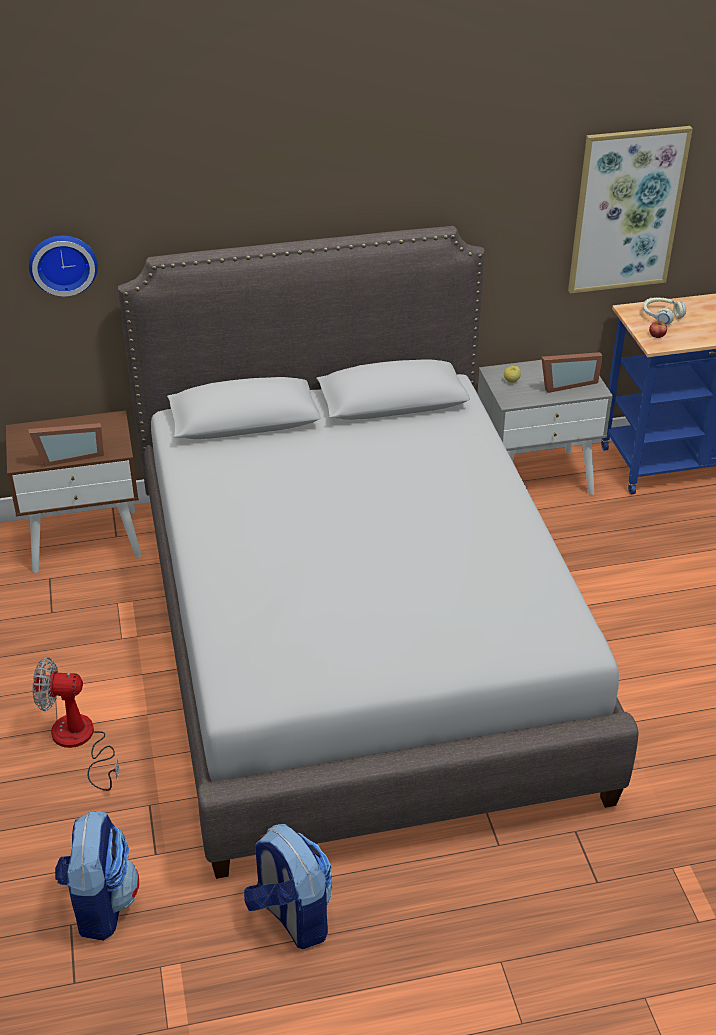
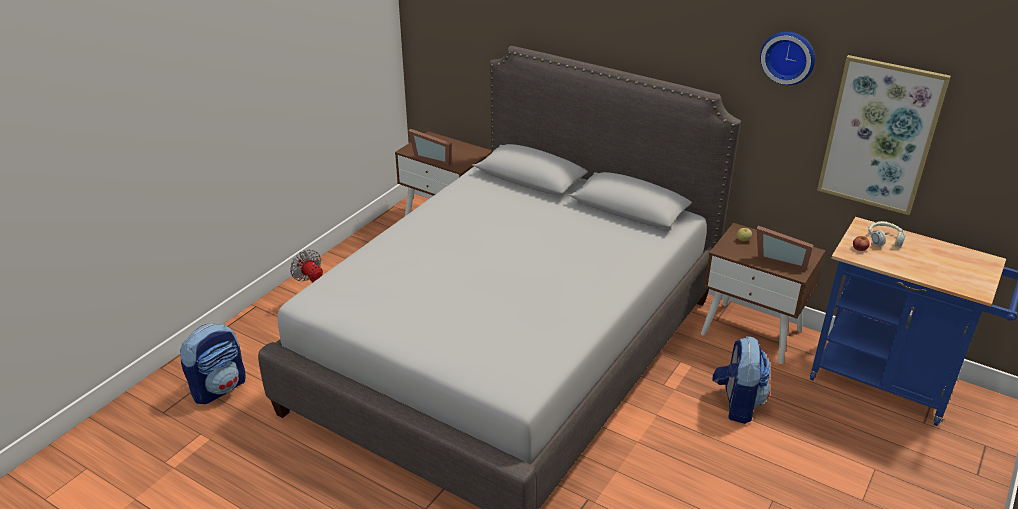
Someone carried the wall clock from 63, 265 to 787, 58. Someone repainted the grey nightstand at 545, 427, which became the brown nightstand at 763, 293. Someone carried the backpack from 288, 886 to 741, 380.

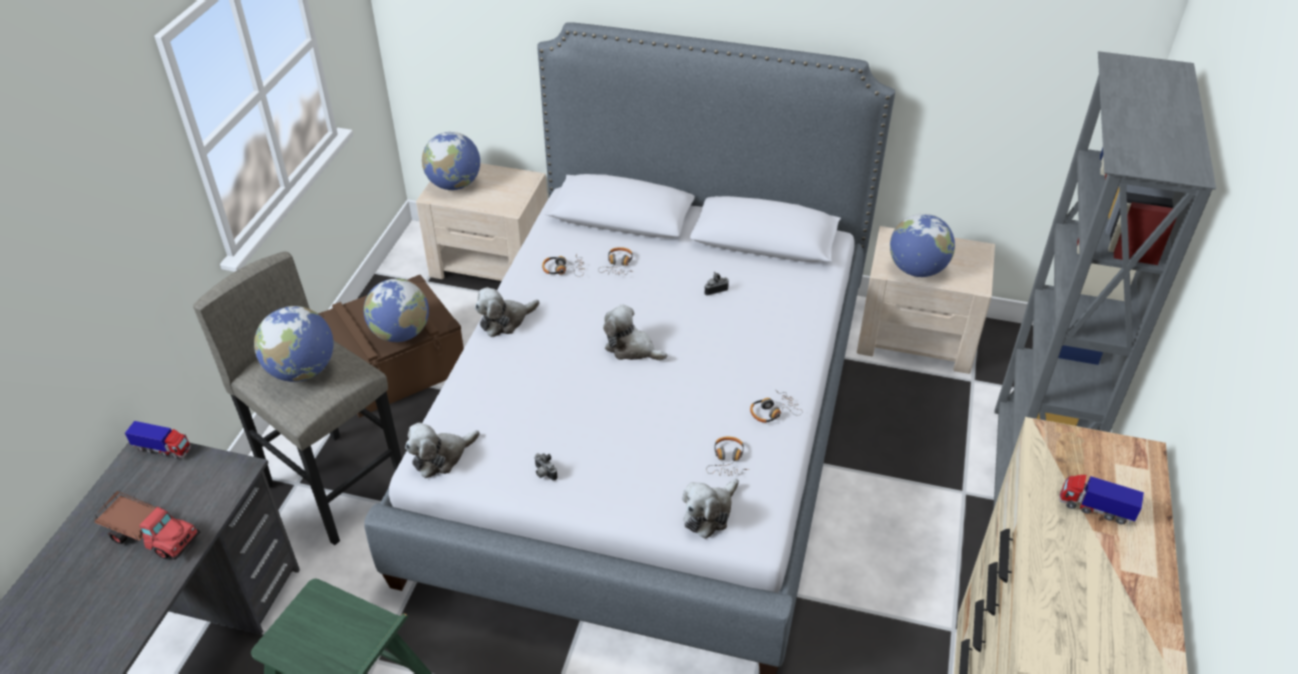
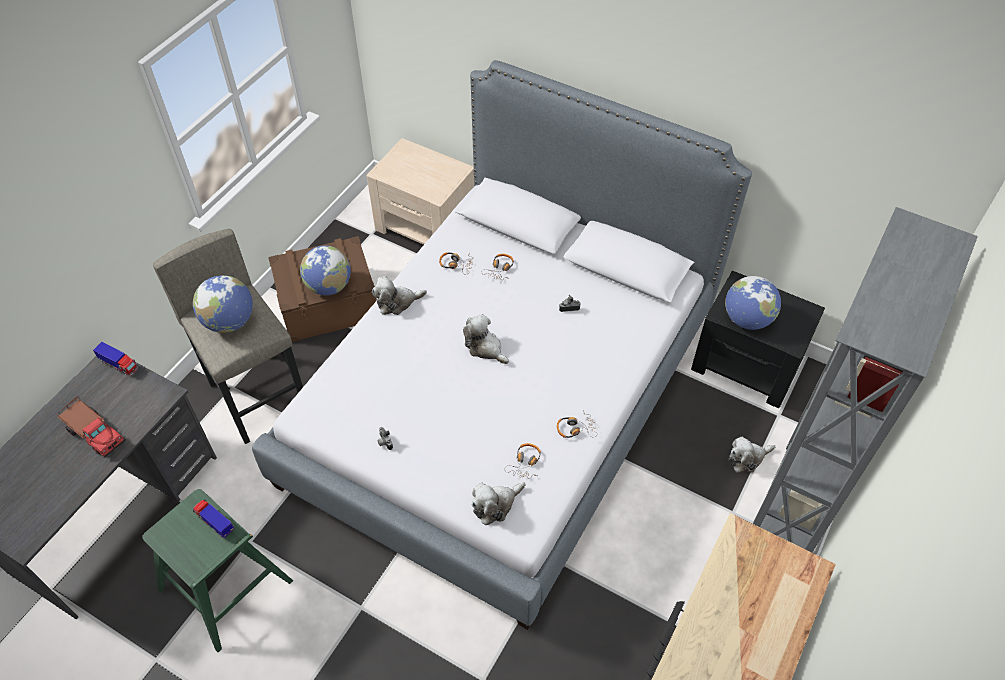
Someone took away the globe at 451, 161. Someone repainted the beige nightstand at 926, 300, which became the black nightstand at 758, 339. Someone carried the plush toy from 442, 450 to 751, 455. Someone carried the toy truck from 1101, 499 to 214, 519.

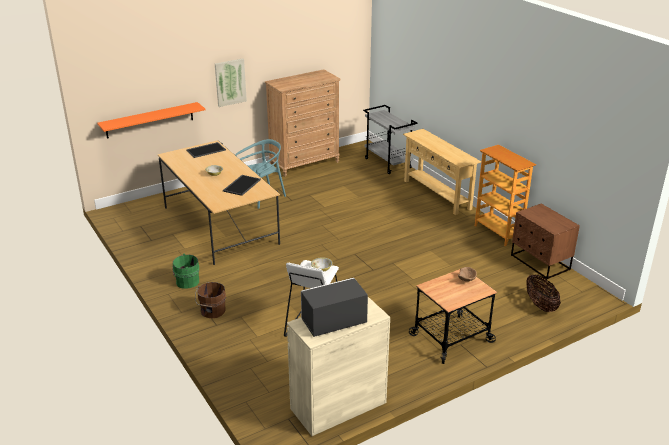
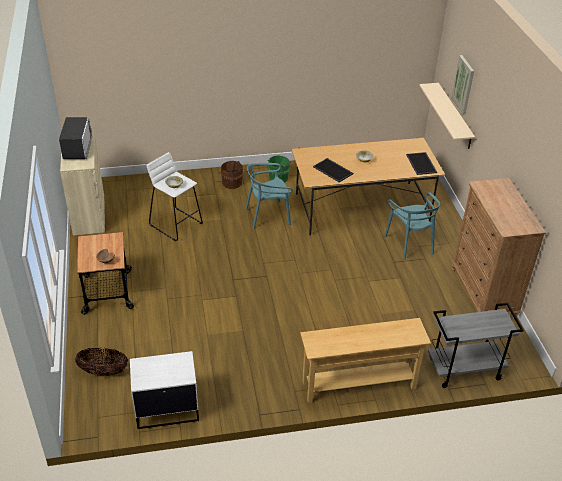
Someone carried the picture from 231, 83 to 462, 85. Someone repainted the orange shelf at 151, 120, which became the beige shelf at 447, 116. Someone took away the bookcase at 506, 195. Someone repainted the brown nightstand at 545, 242, which became the white nightstand at 164, 390. Someone put down the turquoise chair at 269, 195.

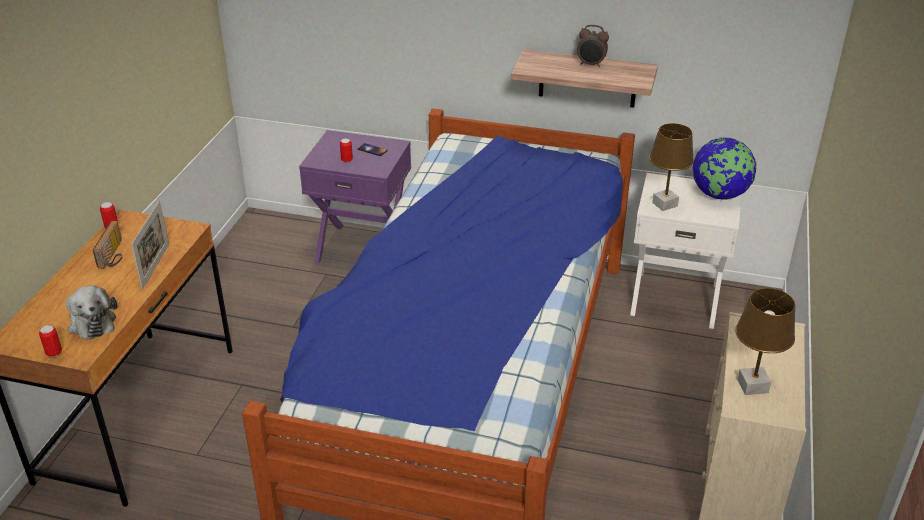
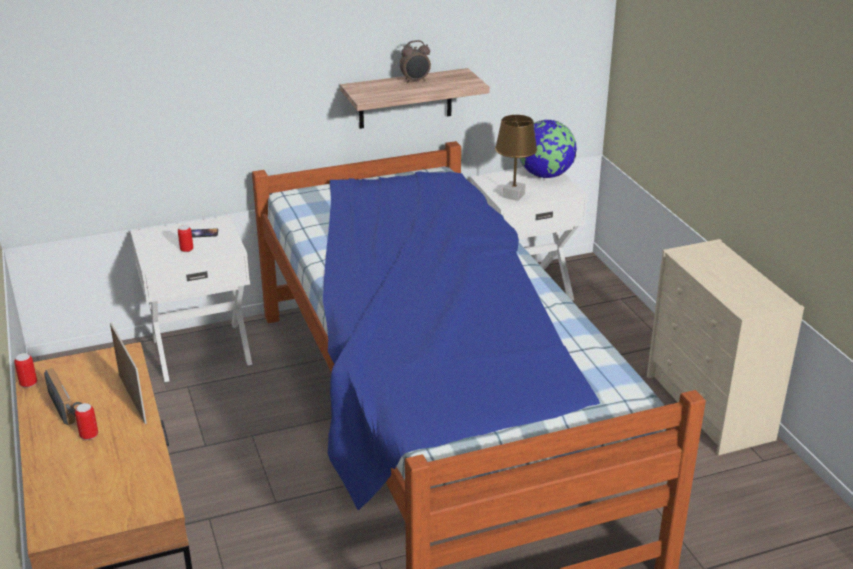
Someone repainted the purple nightstand at 355, 197, which became the white nightstand at 191, 298. Someone took away the plush toy at 91, 312. Someone took away the brown table lamp at 765, 341. Someone carried the can from 50, 341 to 86, 421.

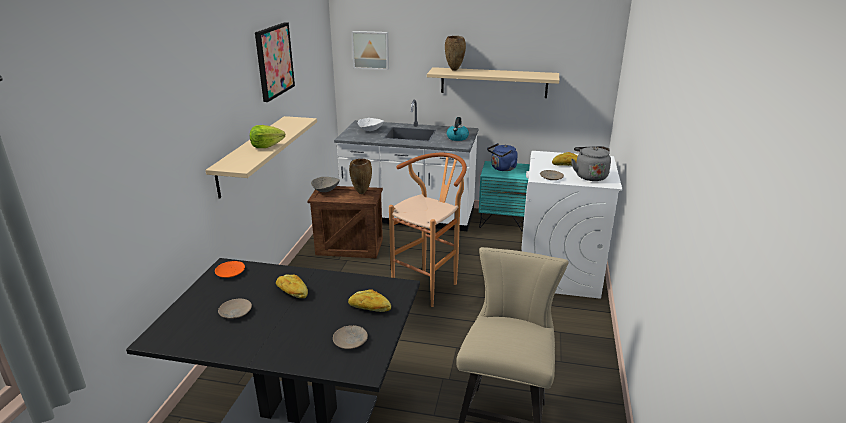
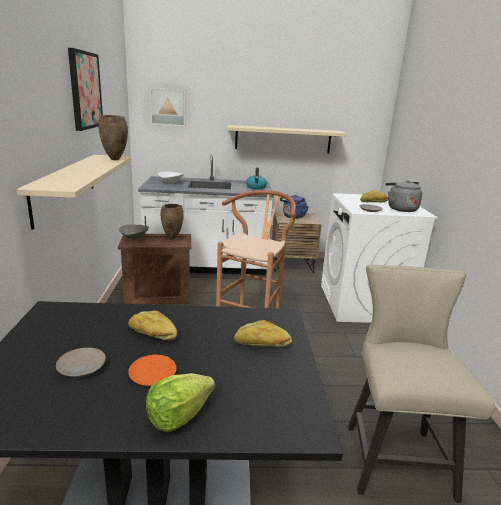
Someone carried the brown vase from 455, 53 to 113, 137. Someone carried the lettuce from 267, 136 to 180, 403. Someone repainted the turquoise nightstand at 504, 196, which became the brown nightstand at 297, 242. Someone carried the orange plate from 230, 269 to 152, 370. Someone took away the beige plate at 350, 337.

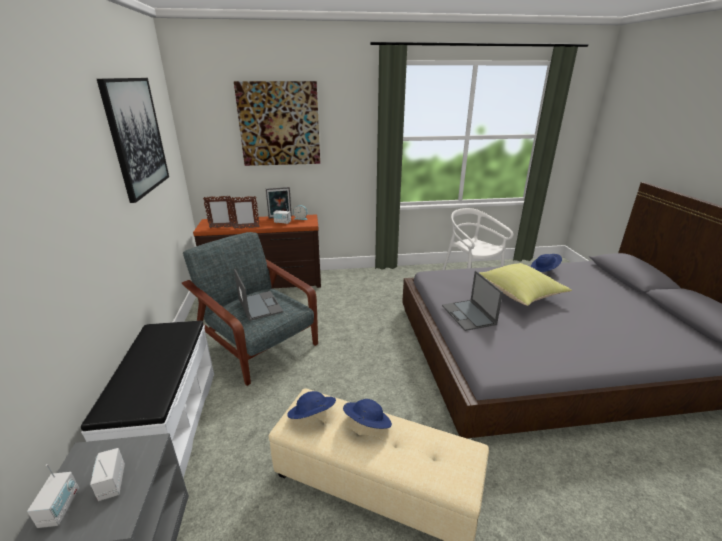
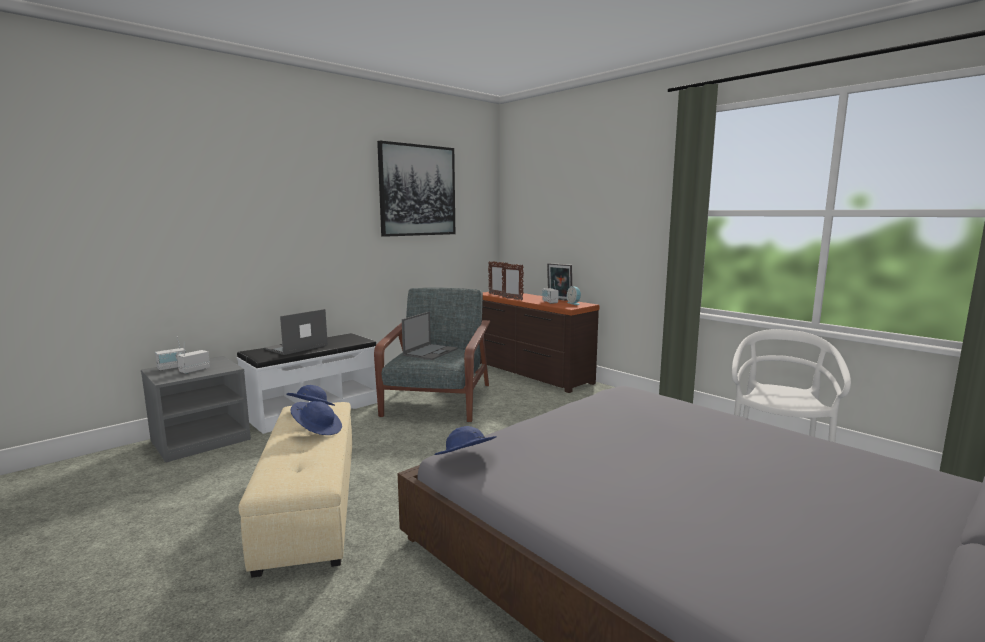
Someone took away the picture at 277, 123. Someone carried the blue hat from 546, 263 to 465, 440. Someone took away the yellow pillow at 526, 284. Someone carried the laptop from 472, 301 to 296, 332.

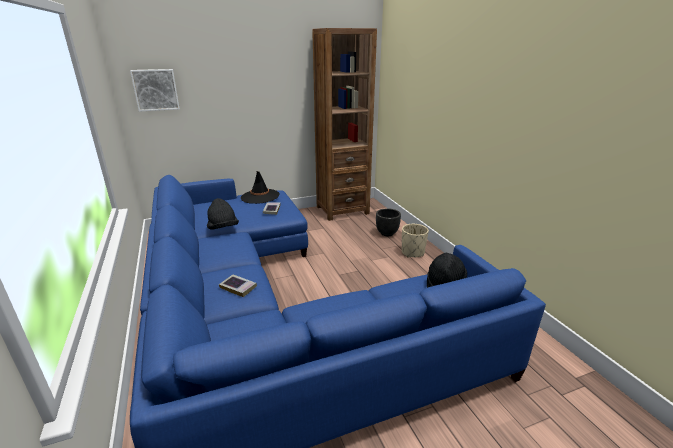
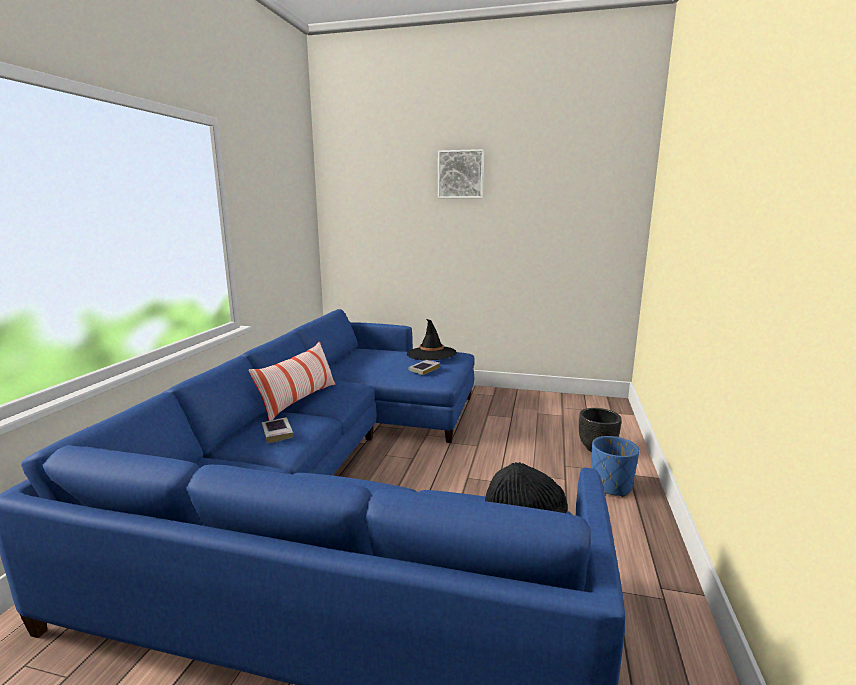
Someone took away the brown bookcase at 344, 124. Someone carried the picture from 155, 90 to 461, 173. Someone took away the black hat at 223, 214. Someone repainted the beige planter at 415, 240, which became the blue planter at 615, 466. Someone put down the pillow at 292, 381.

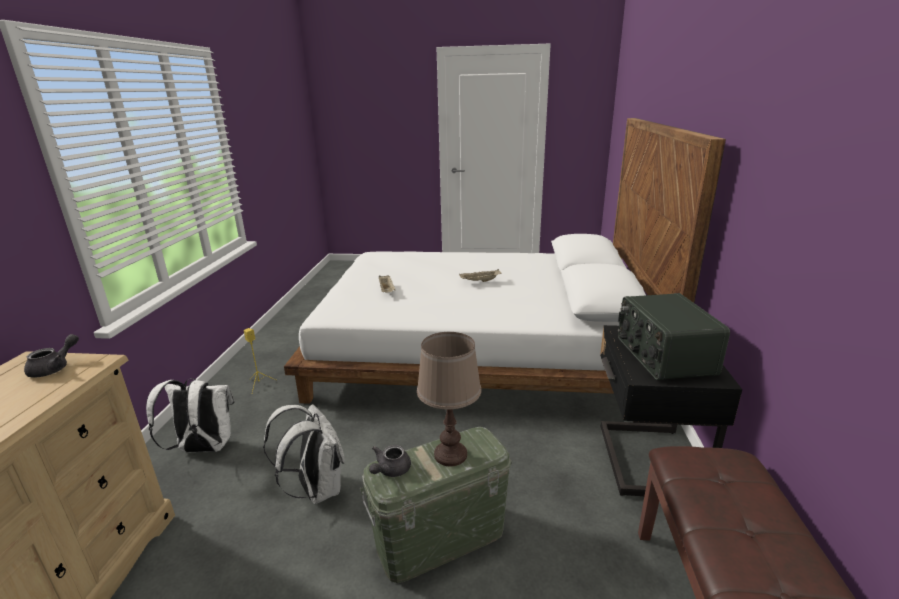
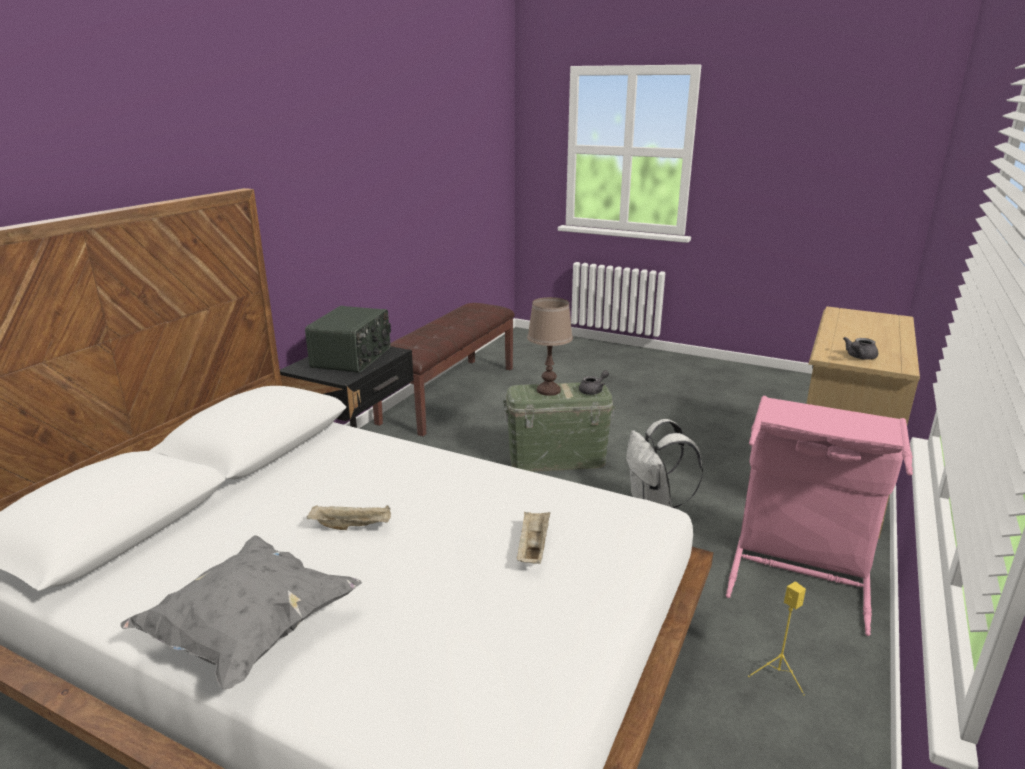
Someone swapped the white backpack at 190, 415 for the pink laundry basket at 819, 516. Someone put down the grey pillow at 241, 612.

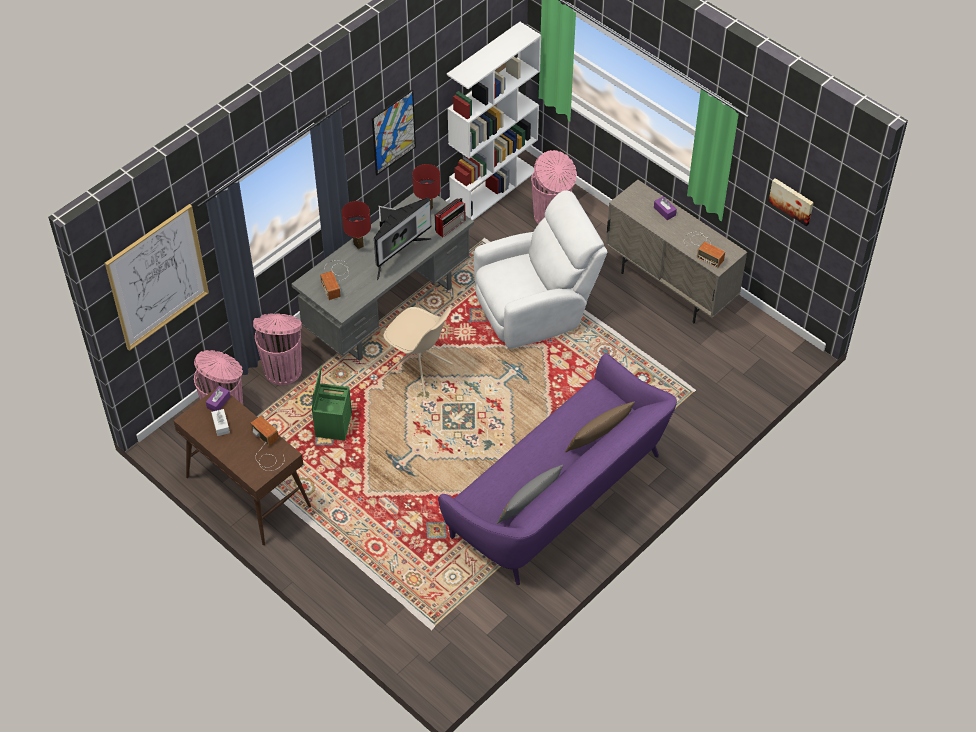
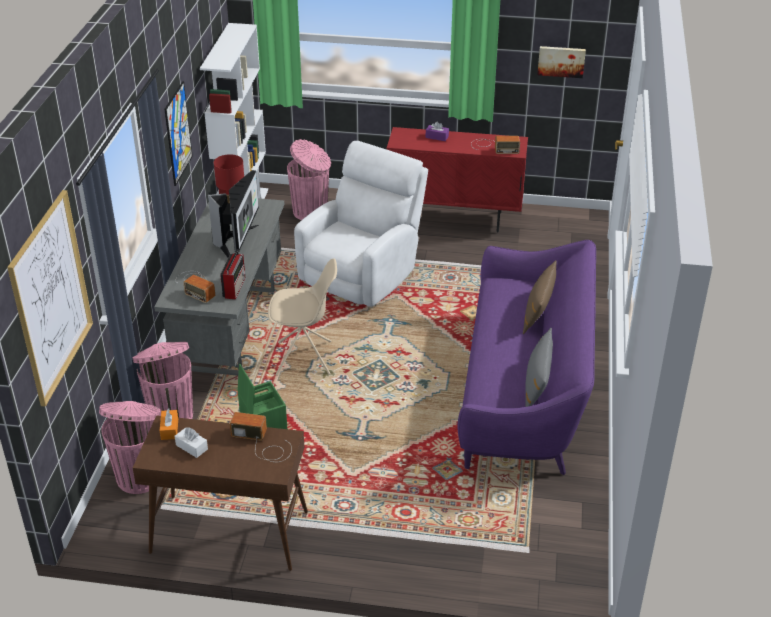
Someone repainted the beige cabinet at 676, 252, which became the red cabinet at 457, 180. Someone carried the radio from 450, 217 to 232, 274. Someone took away the red table lamp at 356, 225. Someone repainted the purple tissue box at 218, 398, which became the orange tissue box at 169, 424.

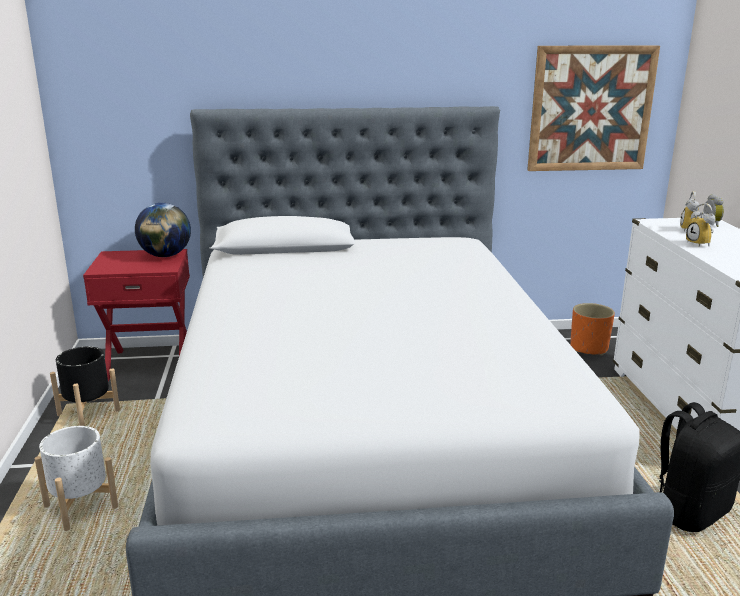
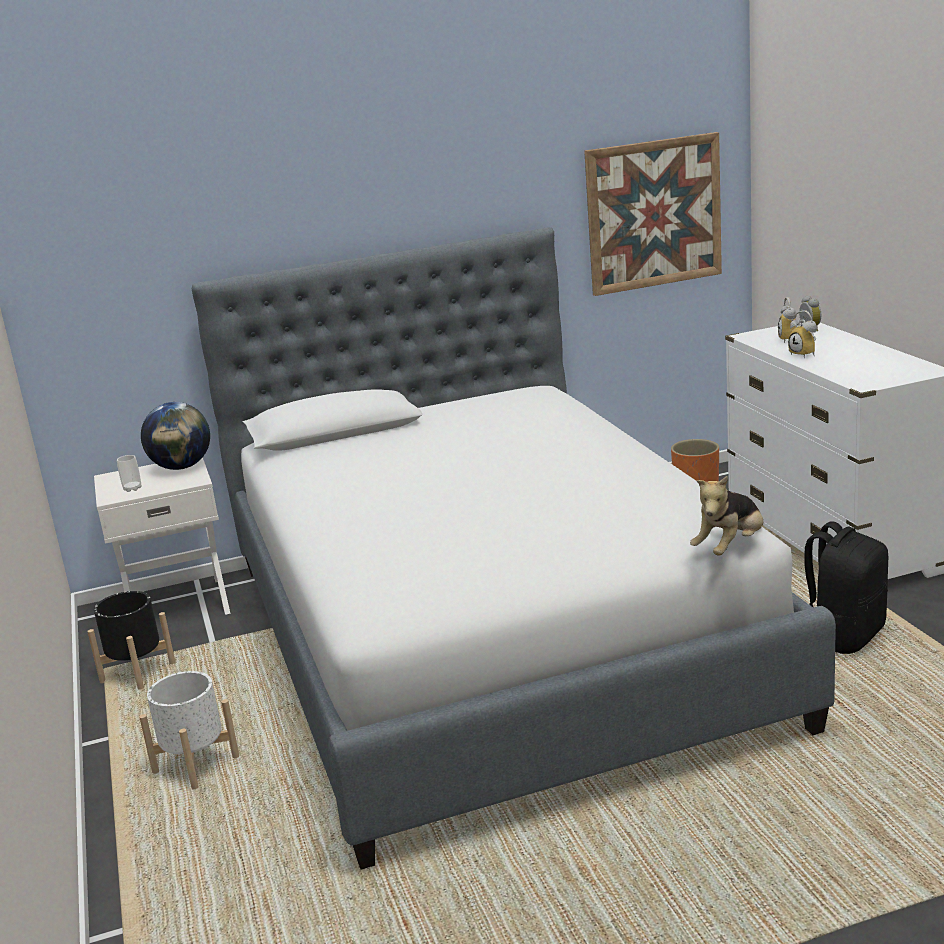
Someone repainted the red nightstand at 136, 315, which became the white nightstand at 162, 536. Someone put down the cup at 129, 473. Someone put down the plush toy at 727, 515.

